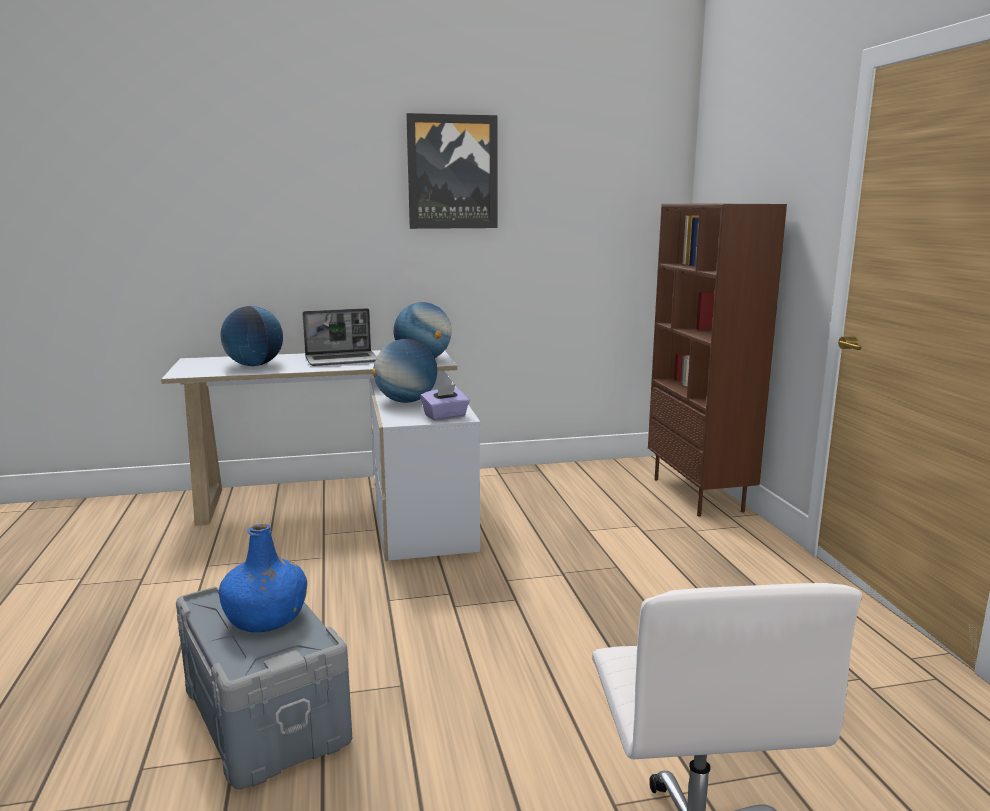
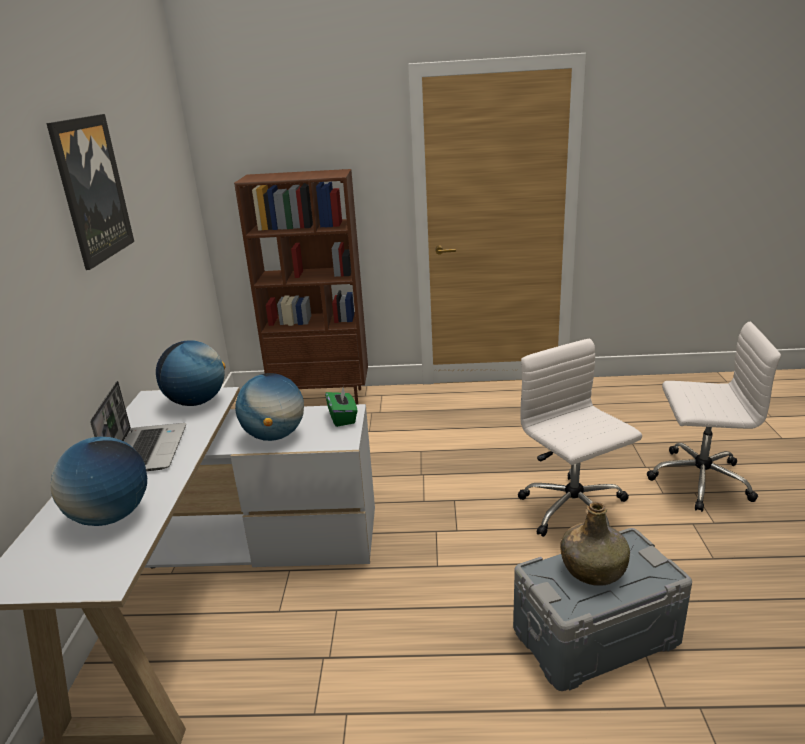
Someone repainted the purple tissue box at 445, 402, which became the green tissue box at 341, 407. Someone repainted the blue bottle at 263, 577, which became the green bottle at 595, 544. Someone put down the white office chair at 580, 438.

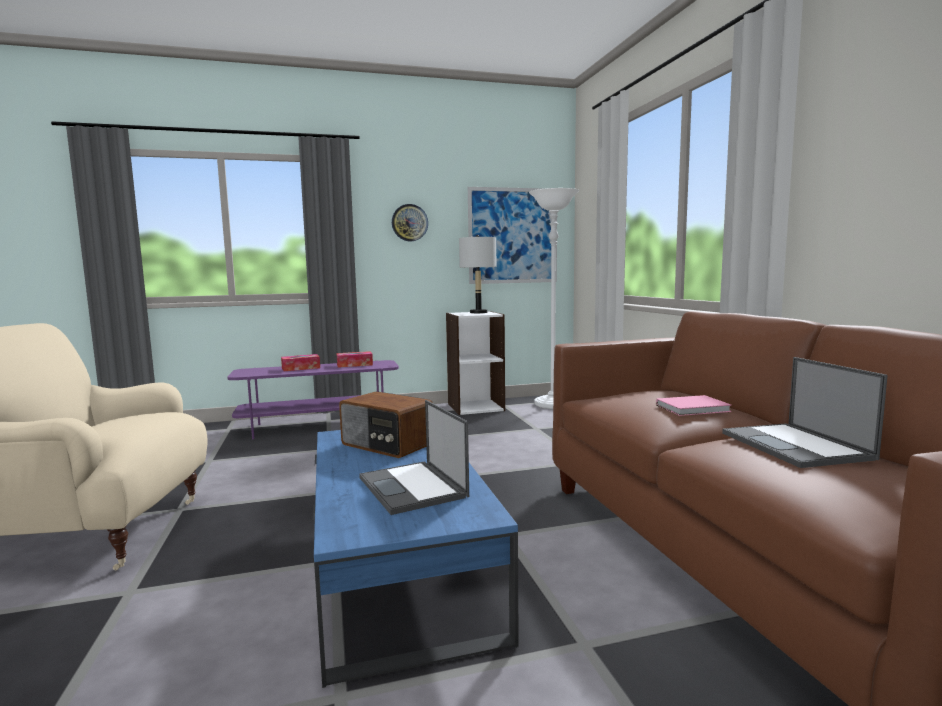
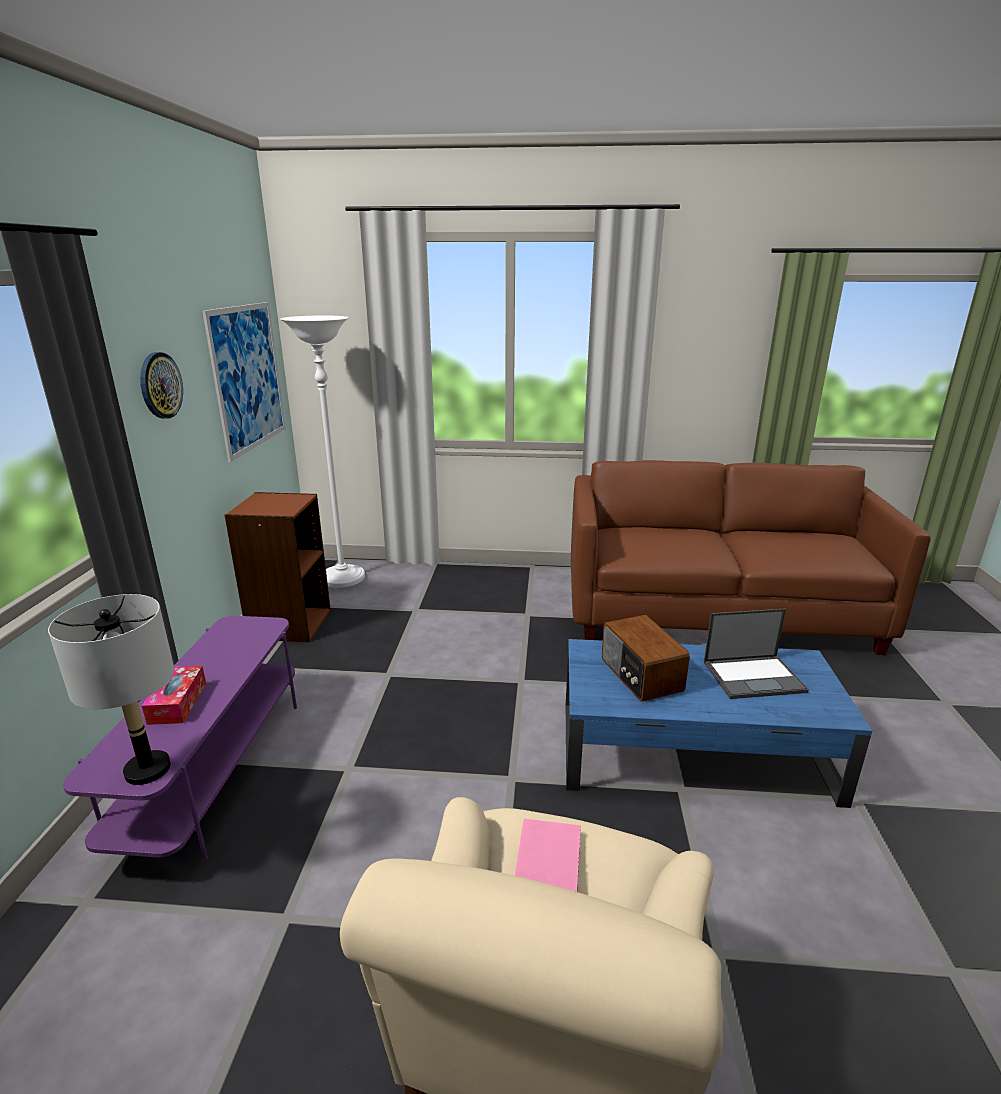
Someone carried the grey table lamp from 477, 274 to 111, 689. Someone repainted the white bookcase at 475, 363, which became the brown bookcase at 277, 567. Someone took away the tissue box at 354, 359. Someone took away the laptop at 805, 412. Someone rotated the radio at 386, 424 by 105 degrees clockwise. Someone carried the pink book from 693, 405 to 548, 855.

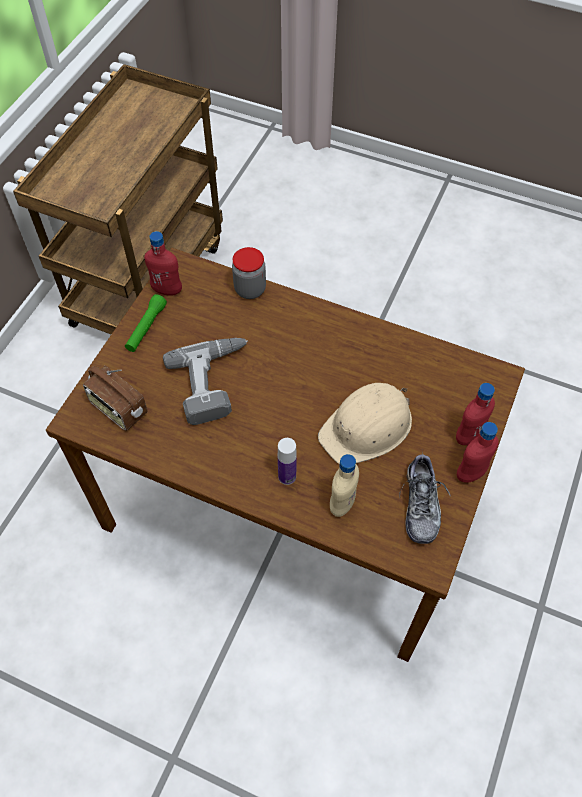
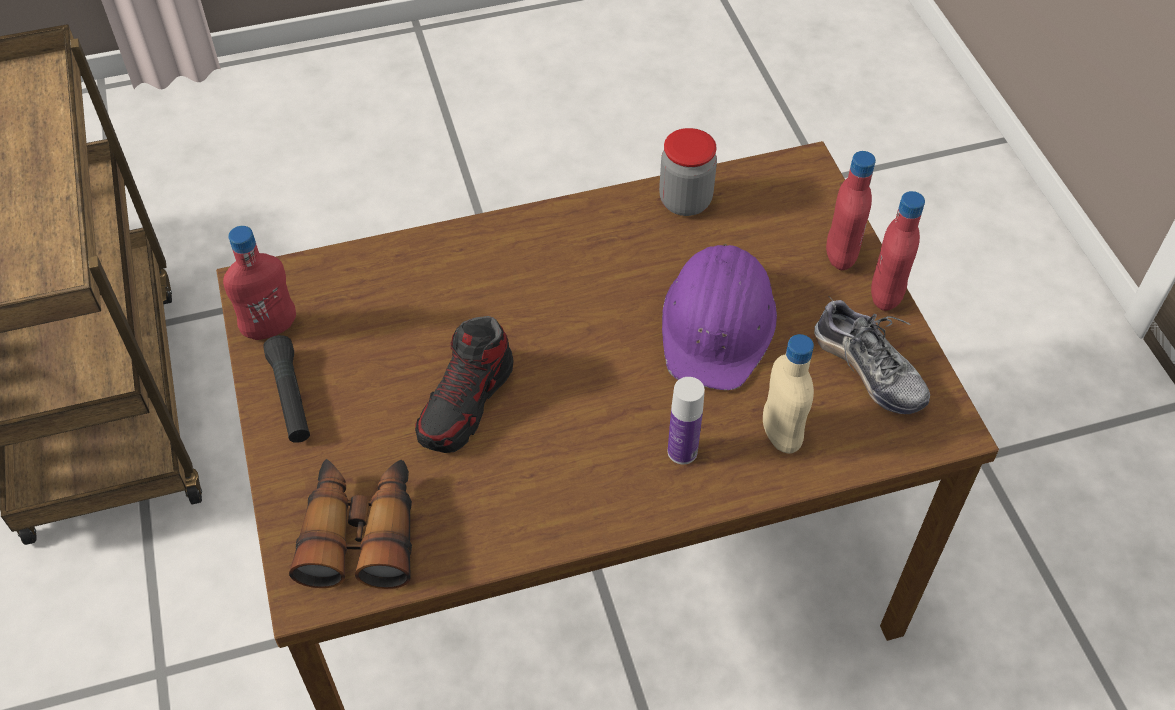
Someone carried the jar from 249, 273 to 688, 172. Someone repainted the green flashlight at 146, 323, which became the black flashlight at 286, 389. Someone swapped the power drill at 205, 381 for the shoe at 464, 384. Someone swapped the radio at 115, 398 for the binoculars at 350, 524. Someone repainted the beige hard hat at 365, 423, which became the purple hard hat at 719, 317.

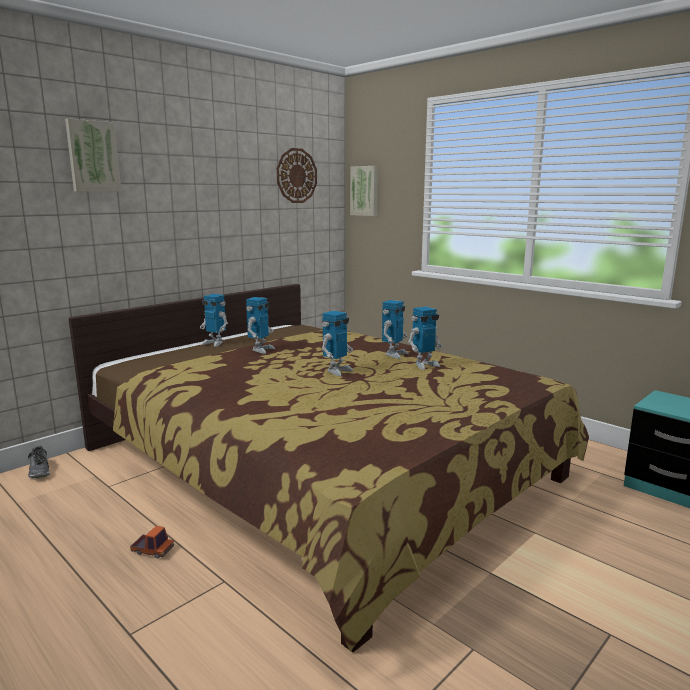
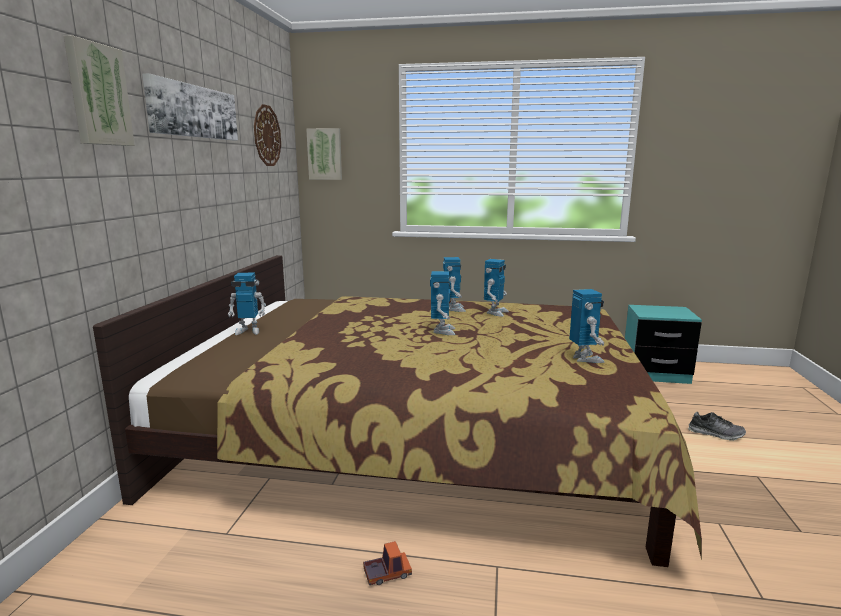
Someone carried the toy robot from 260, 325 to 586, 326. Someone carried the shoe from 38, 462 to 717, 426. Someone put up the picture at 190, 106.

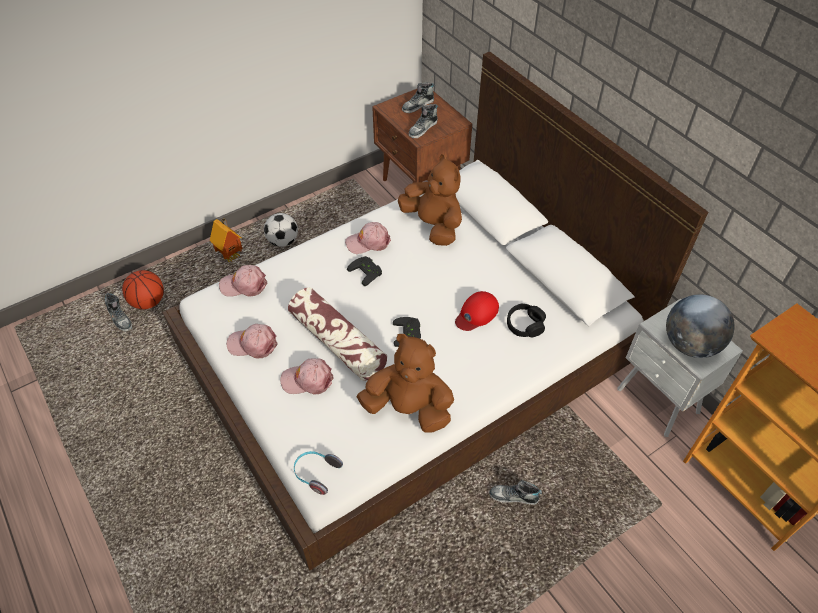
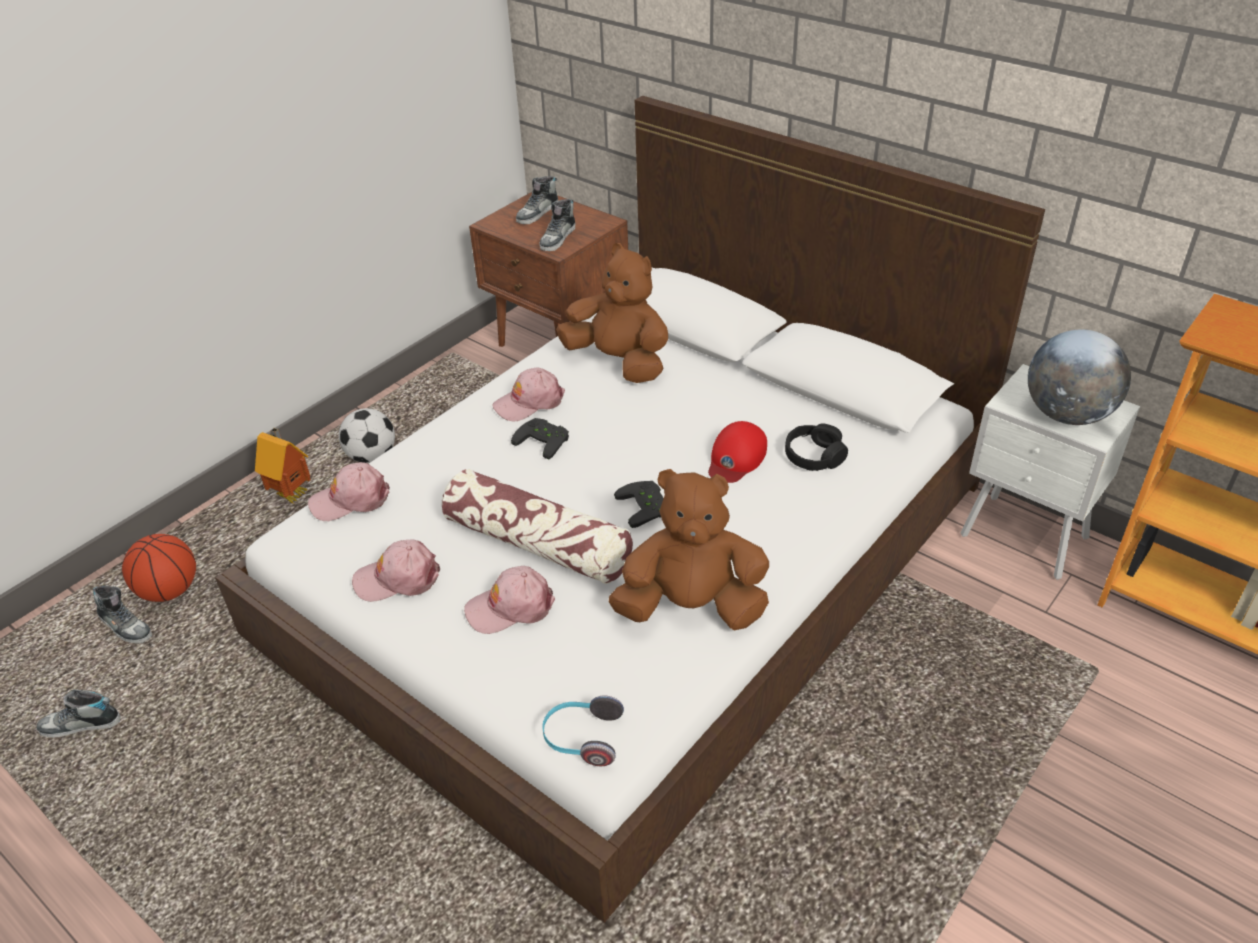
Someone carried the shoe from 516, 492 to 79, 713.

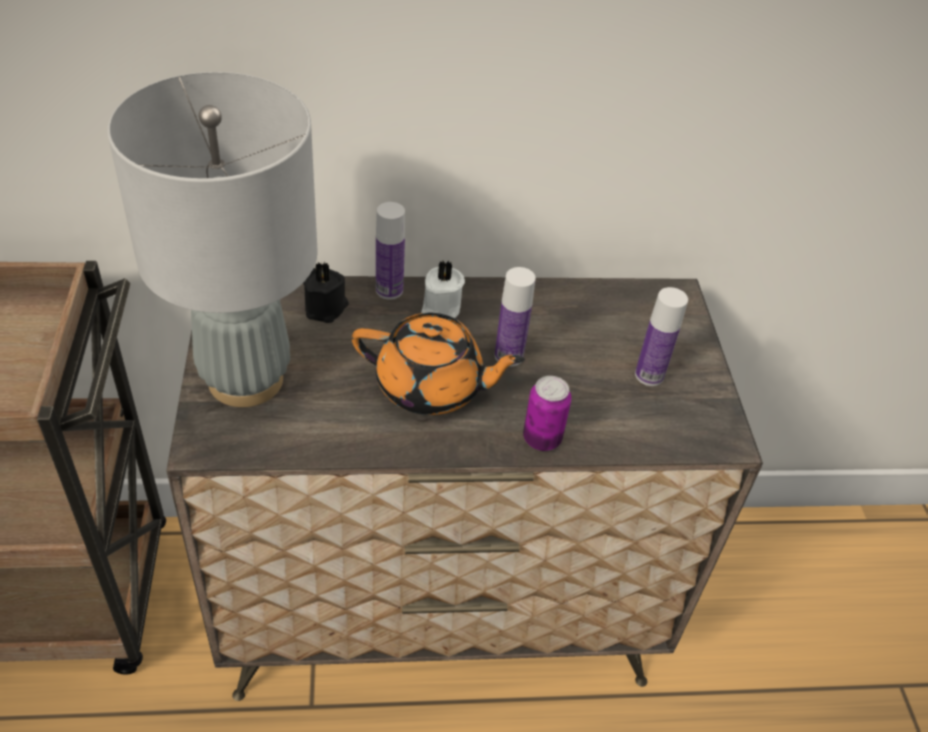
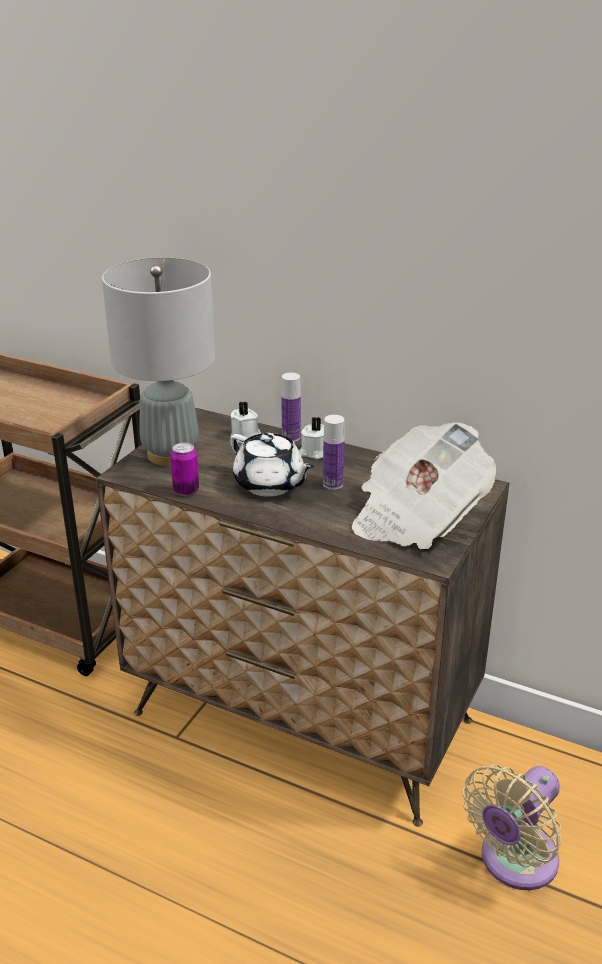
Someone repainted the black candle at 326, 292, which became the white candle at 246, 422. Someone swapped the bottle at 661, 336 for the newspaper at 424, 486. Someone repainted the orange teapot at 438, 364, which became the white teapot at 272, 464. Someone carried the can from 547, 413 to 184, 469. Someone put down the beige fan at 512, 827.

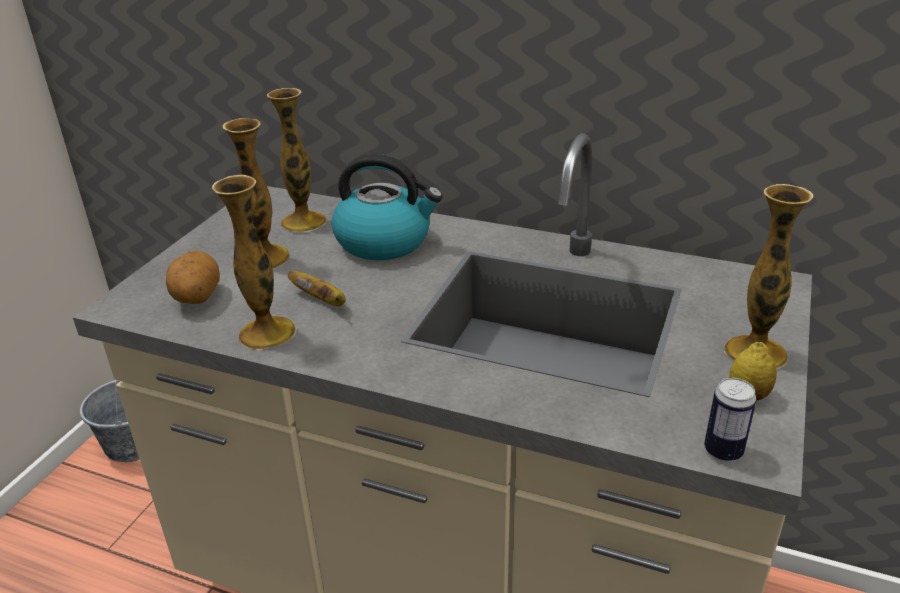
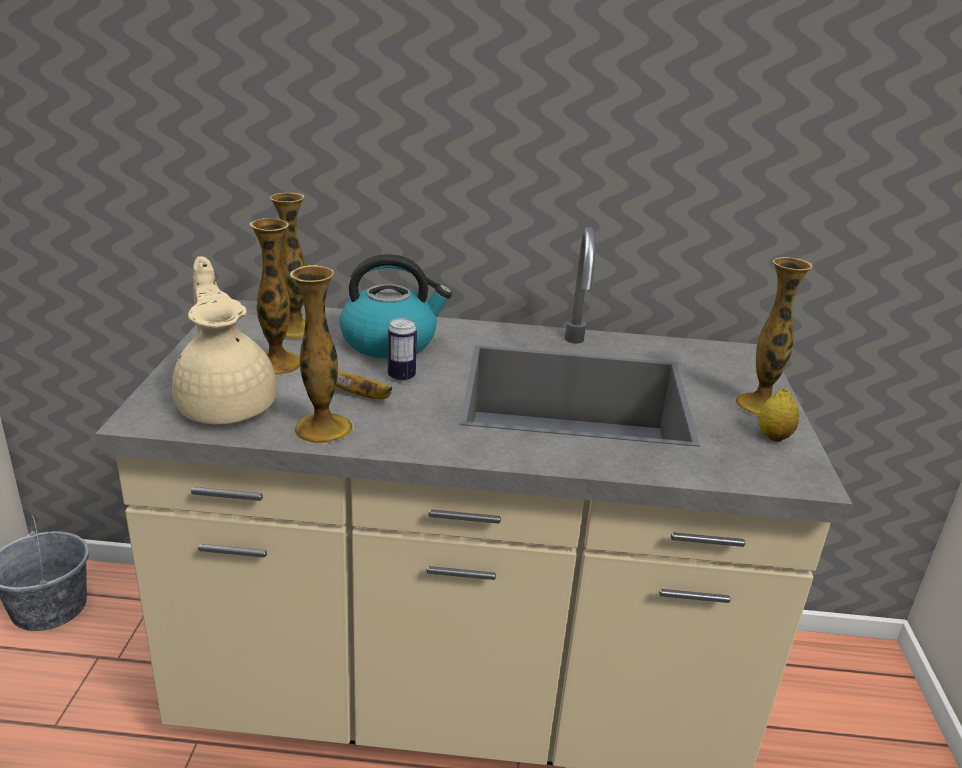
Someone swapped the potato at 193, 277 for the beige teapot at 224, 340. Someone carried the can from 730, 419 to 402, 350.

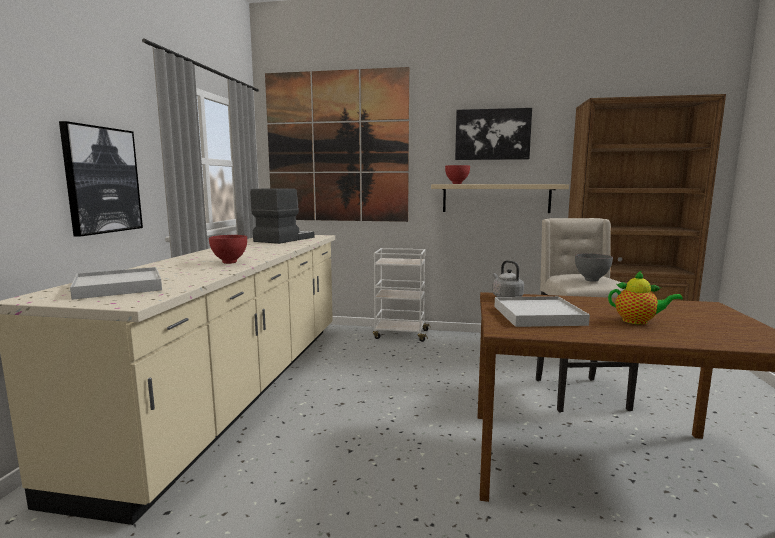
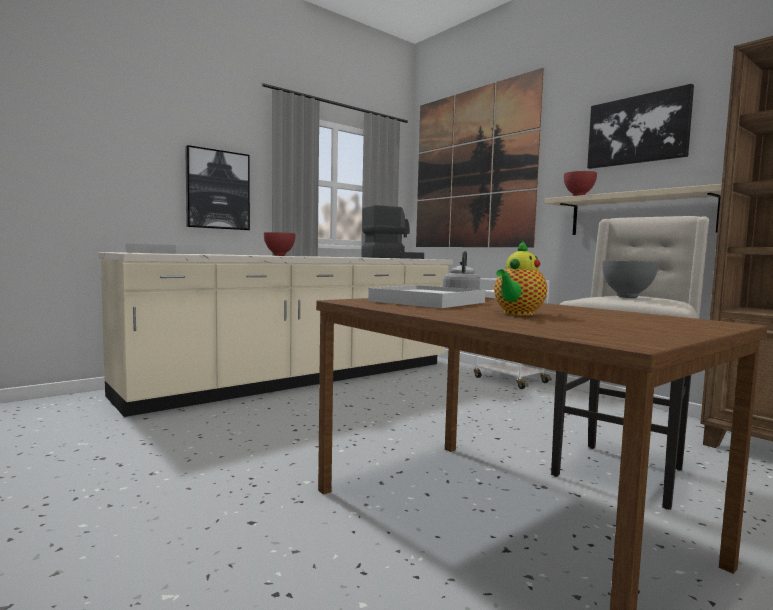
Someone rotated the teapot at 645, 297 by 60 degrees clockwise.

